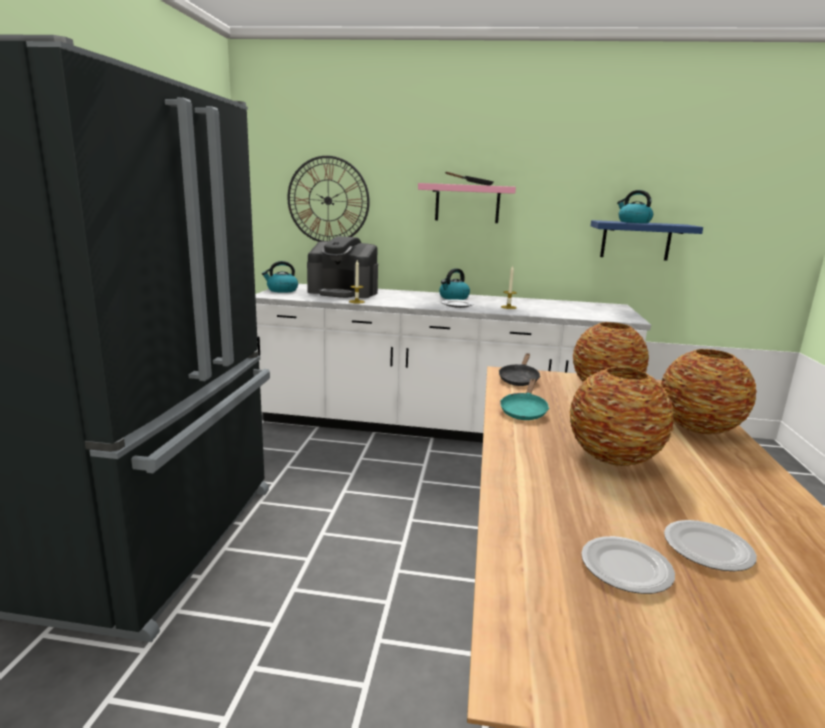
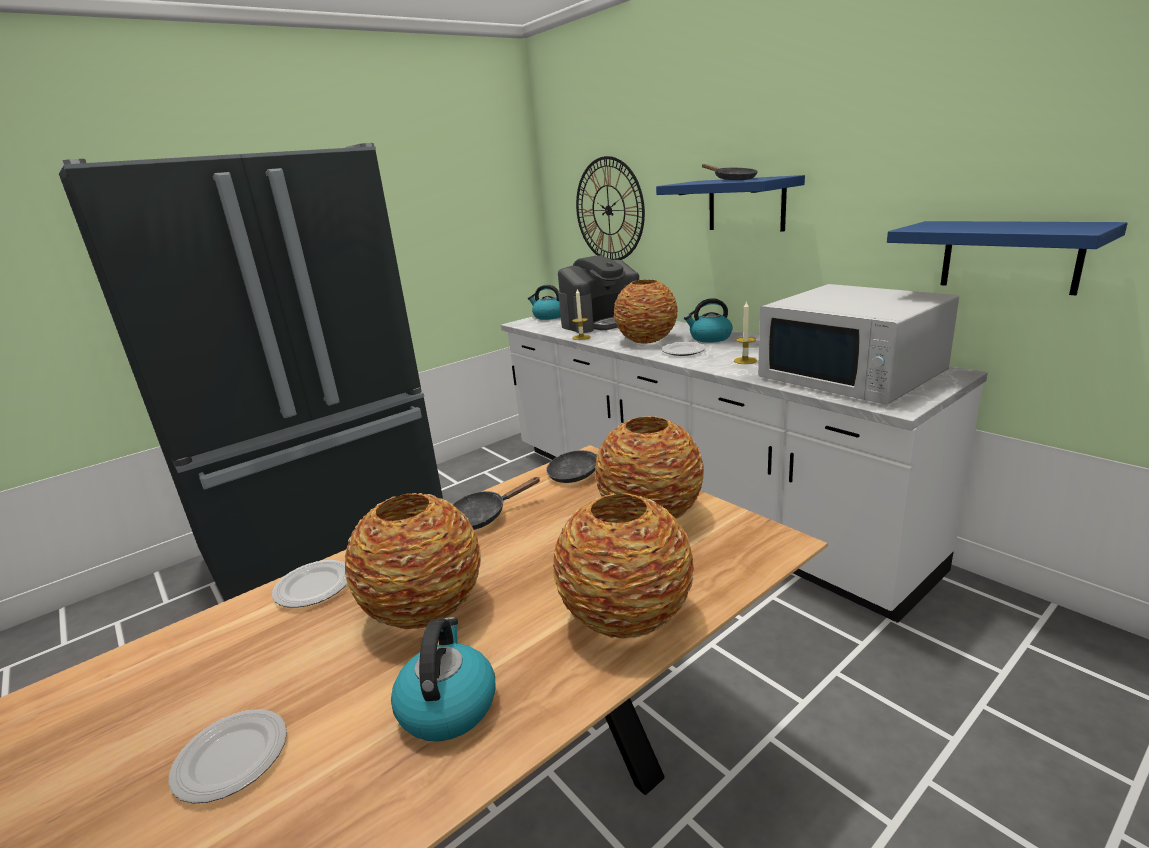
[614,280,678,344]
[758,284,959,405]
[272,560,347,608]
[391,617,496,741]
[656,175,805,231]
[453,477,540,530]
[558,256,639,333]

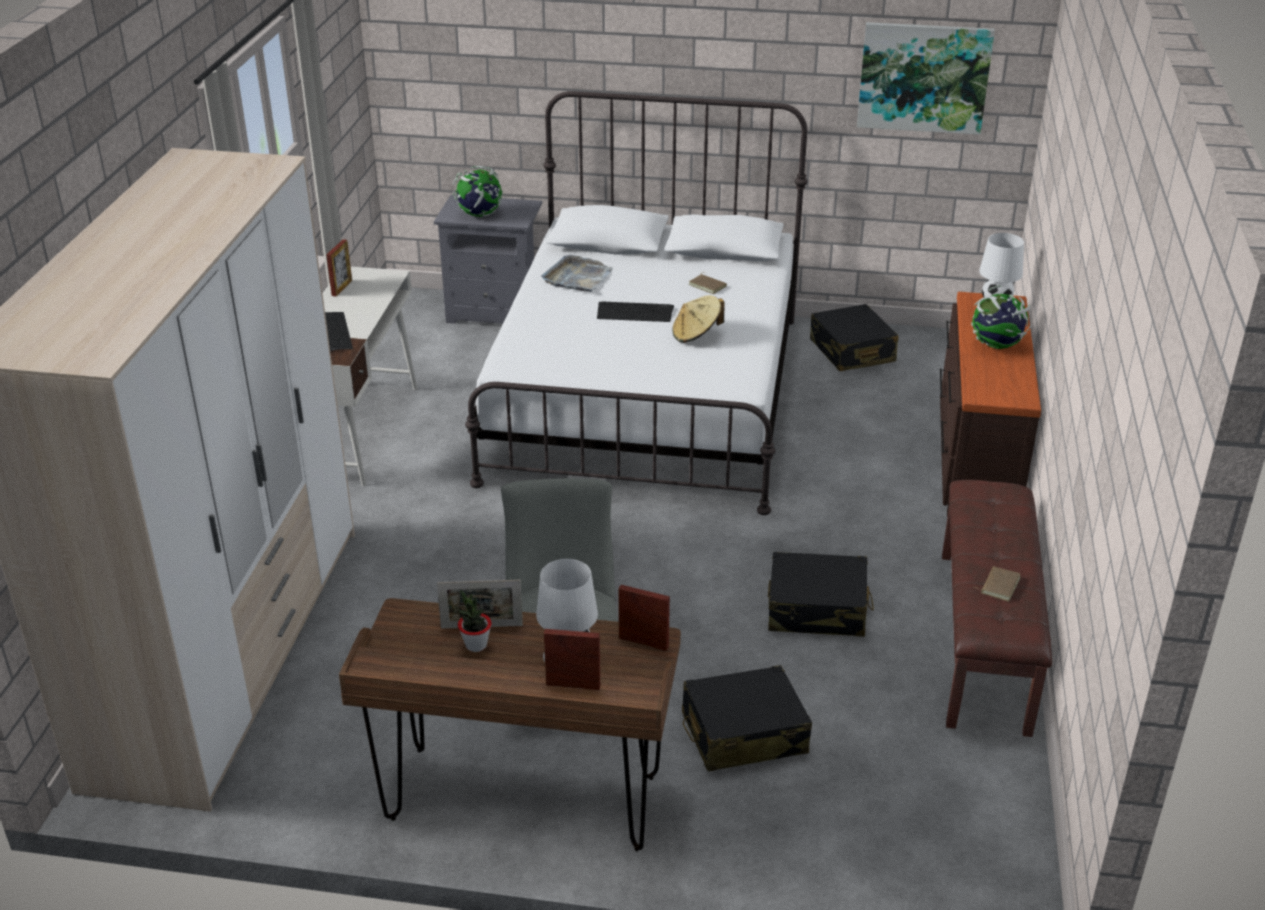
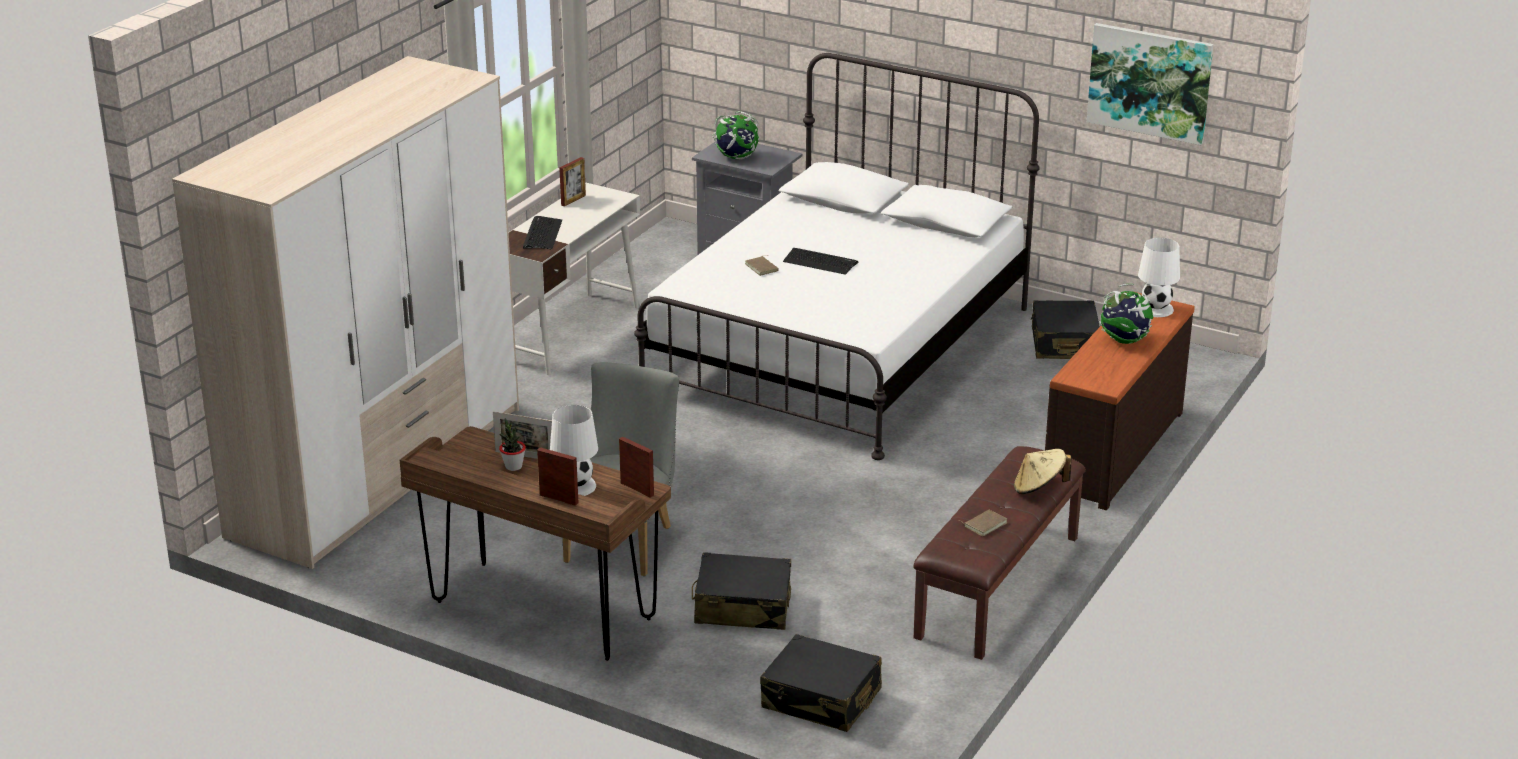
[541,255,613,292] (first image)
[1014,449,1072,494]
[745,255,779,276]
[760,634,882,732]

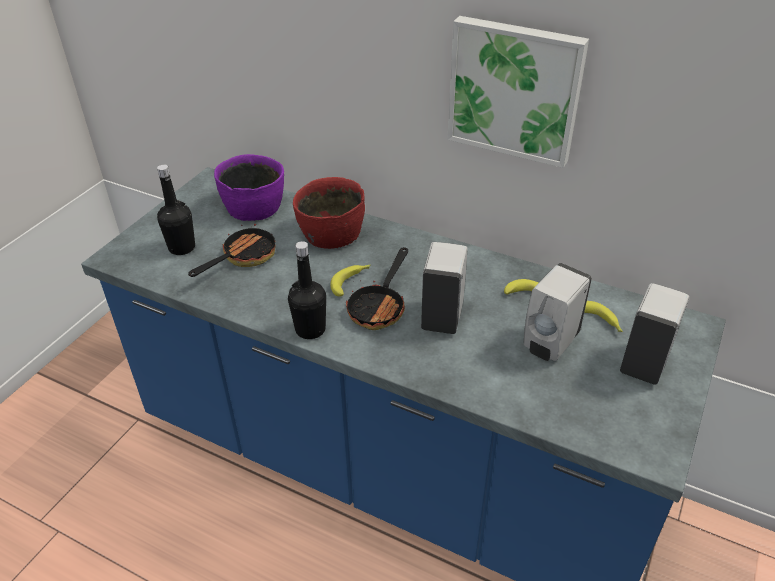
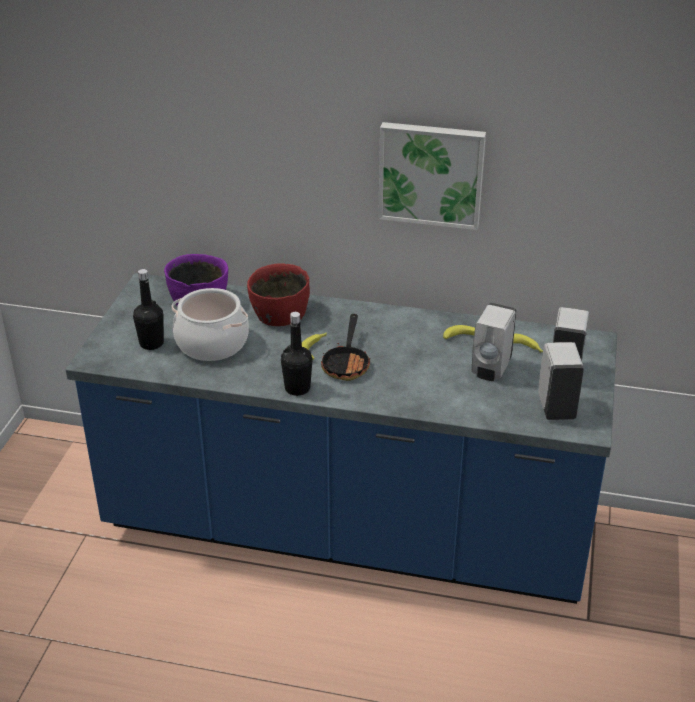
[538,342,584,420]
[172,288,249,361]

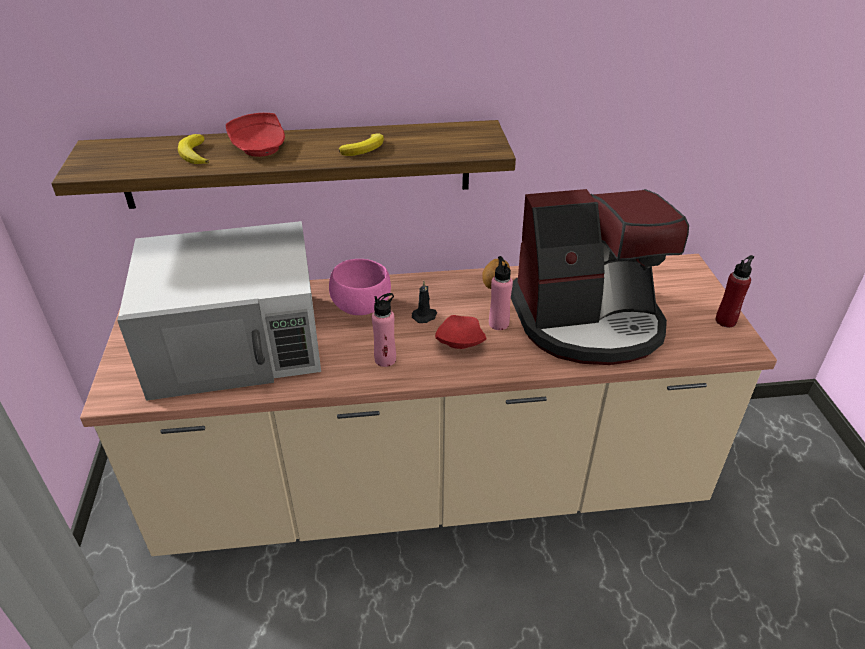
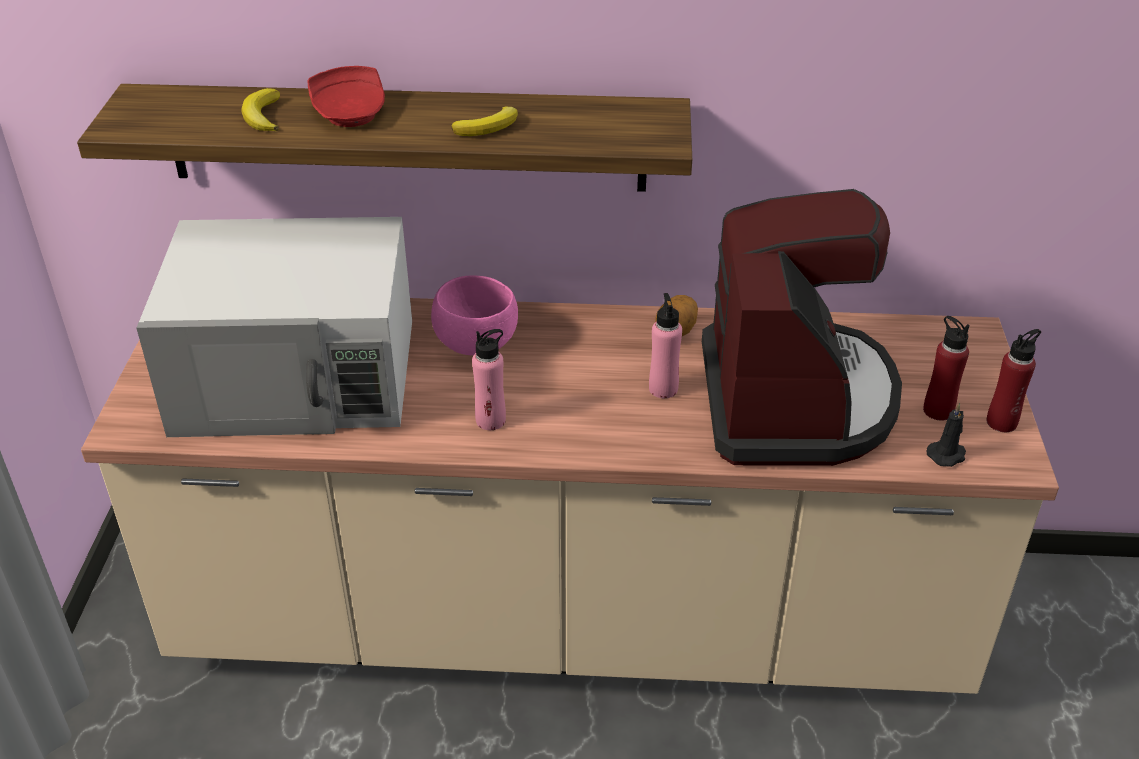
[435,315,486,349] (first image)
[923,316,970,421]
[926,403,966,467]
[702,189,902,466]

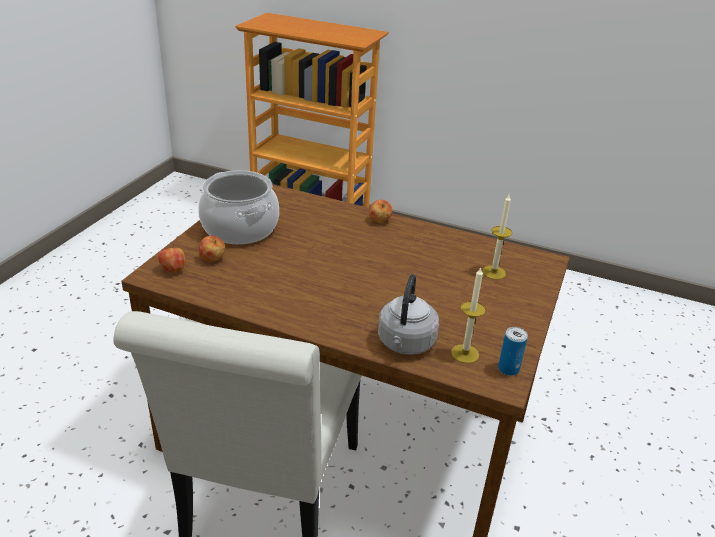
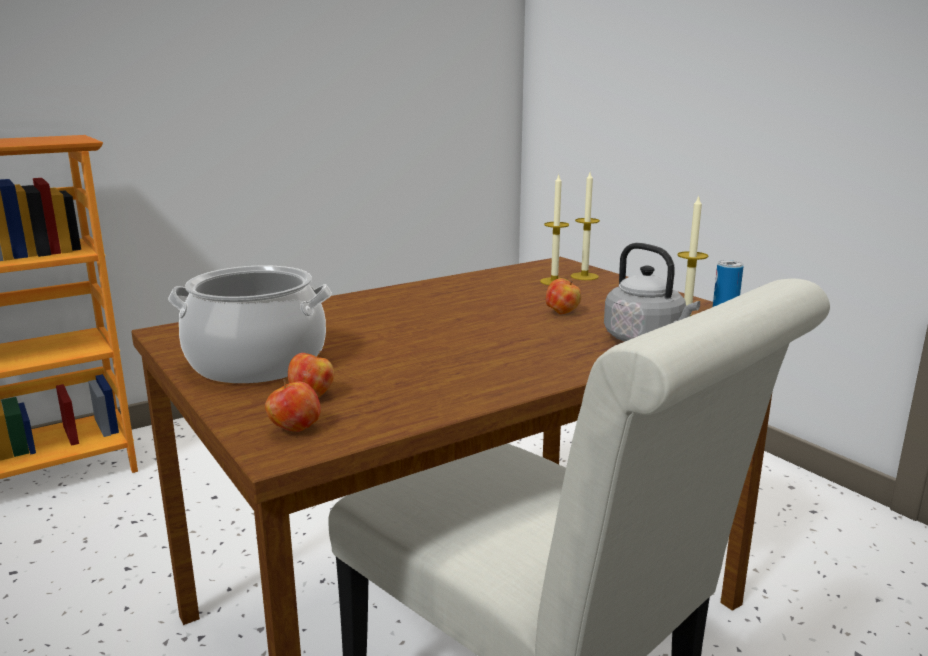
[571,172,600,280]
[546,279,581,314]

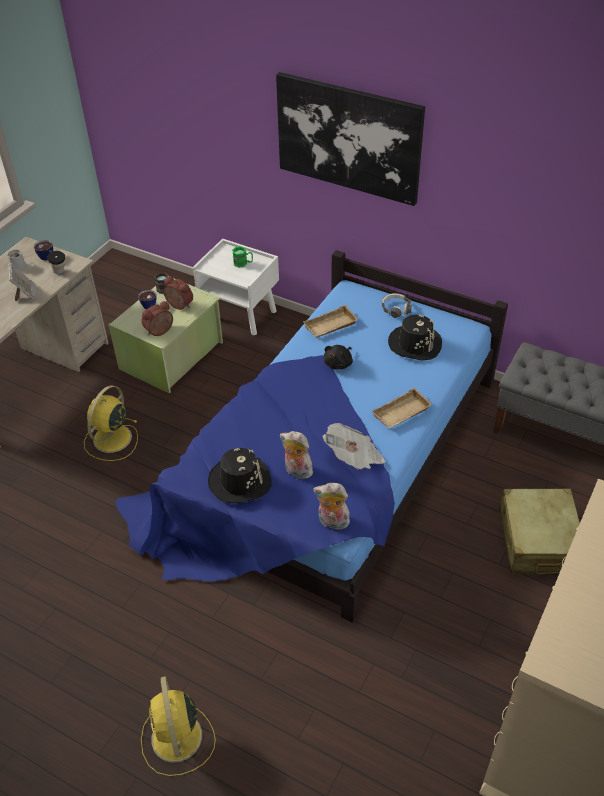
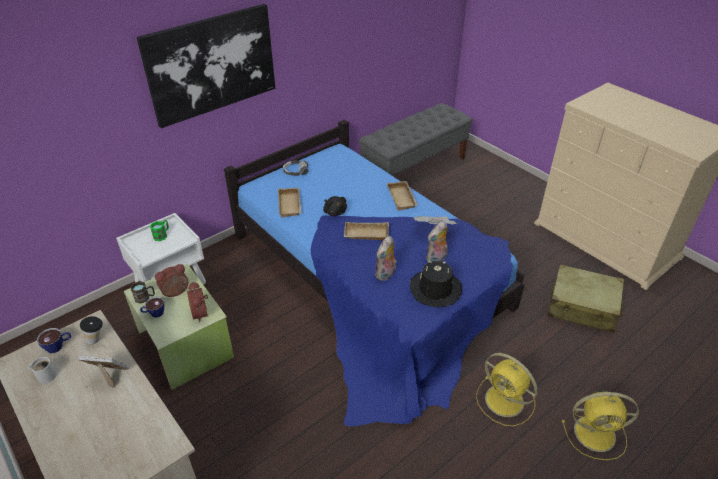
[388,314,442,360] (first image)
[344,222,389,240]
[476,353,537,426]
[375,236,397,281]
[548,265,624,333]

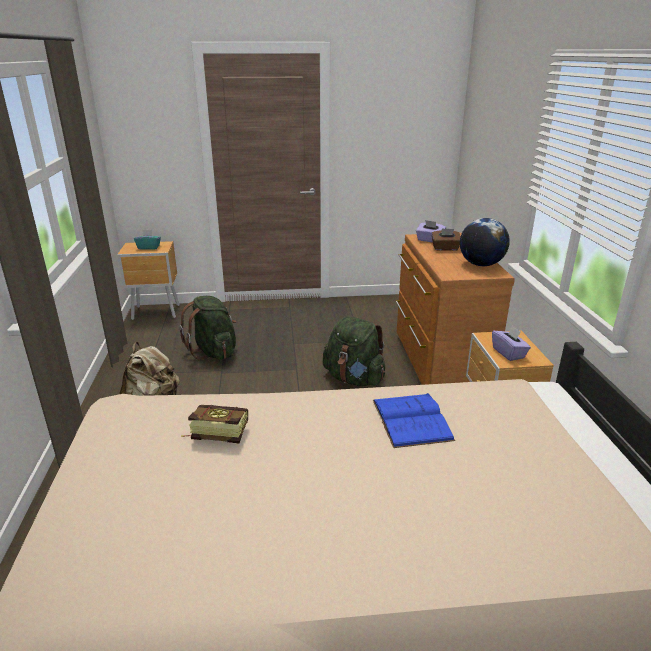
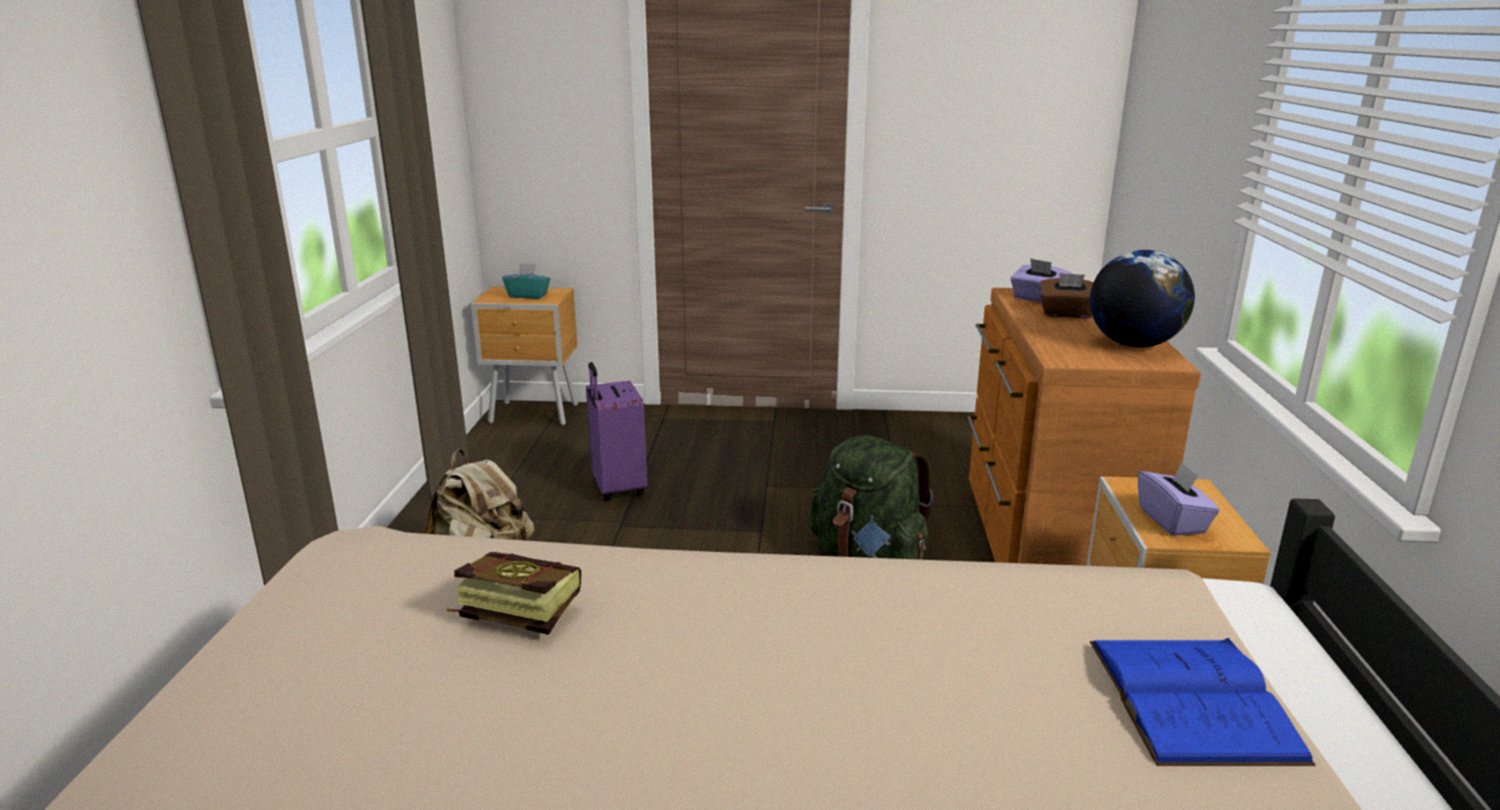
[1090,638,1316,766]
[586,362,647,501]

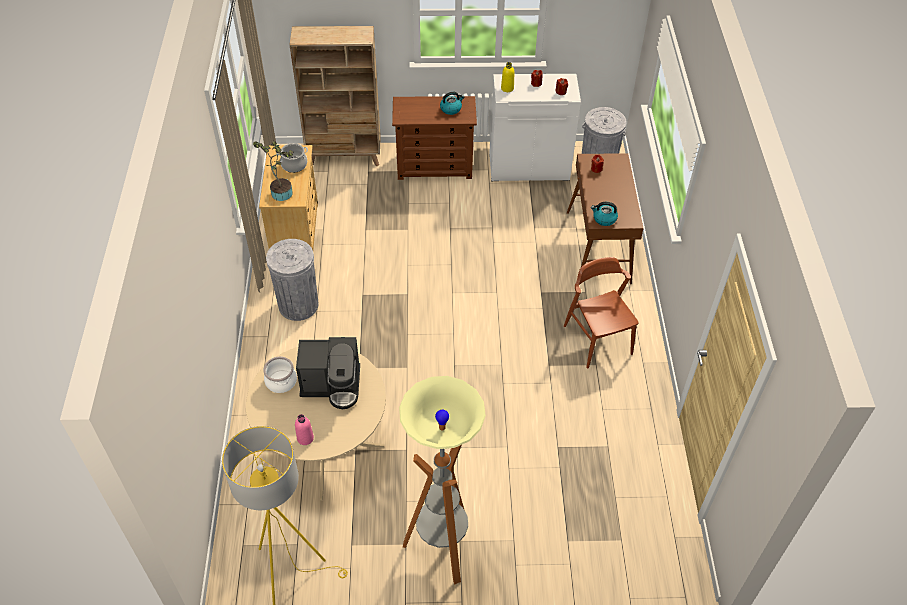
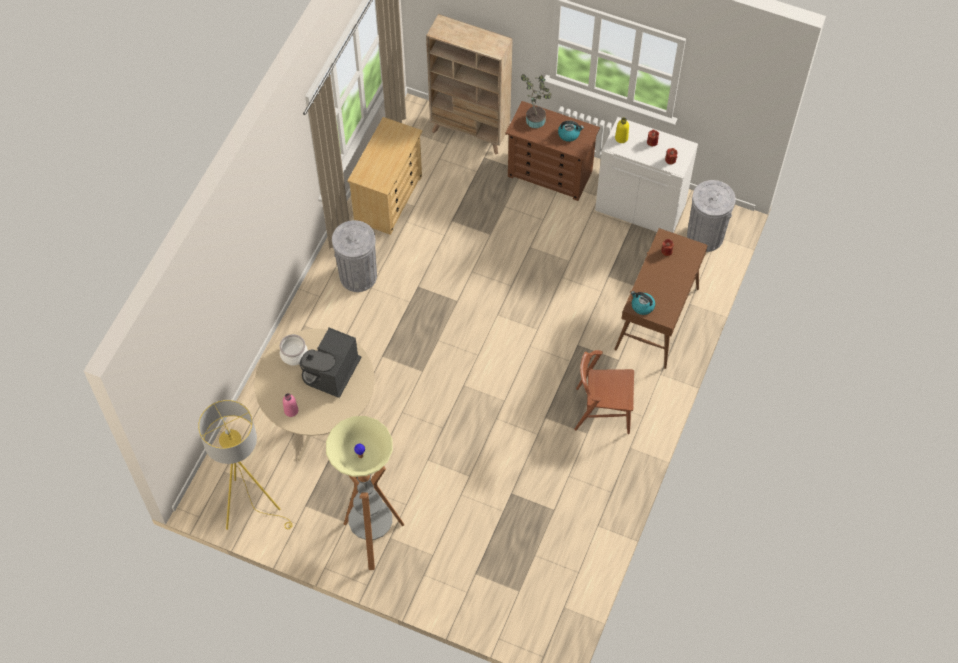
[276,143,308,173] (first image)
[521,74,552,128]
[300,328,362,398]
[574,350,634,434]

